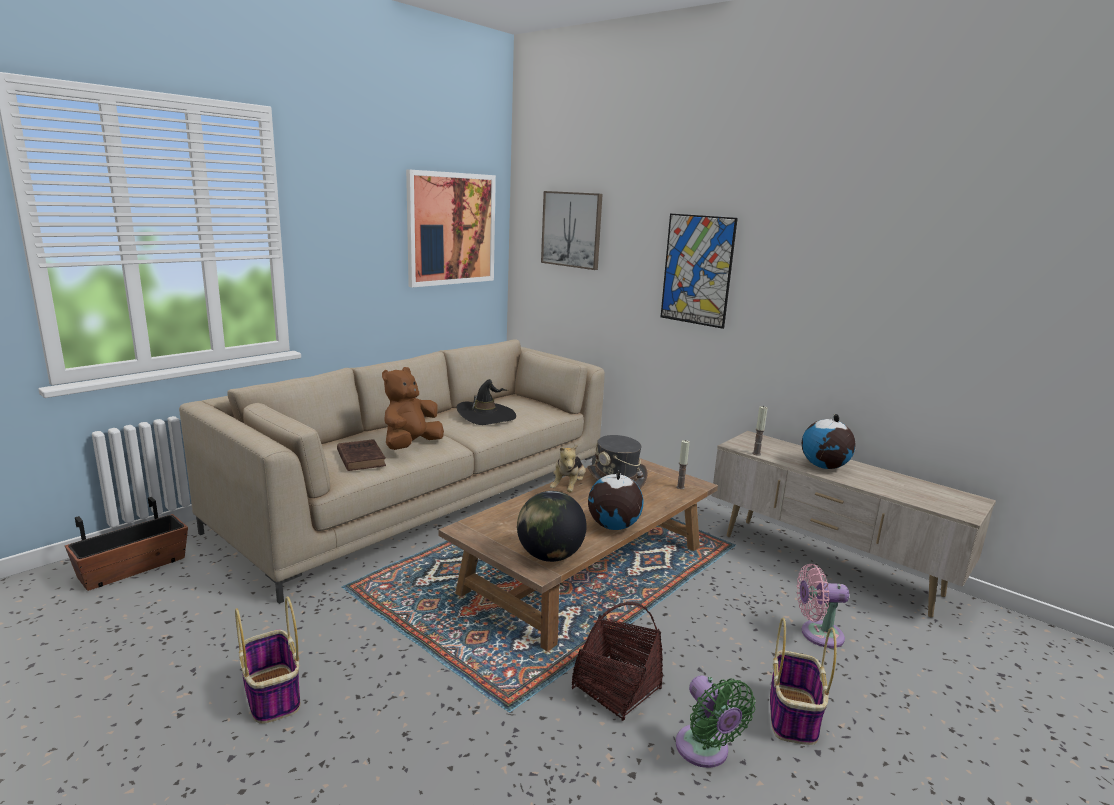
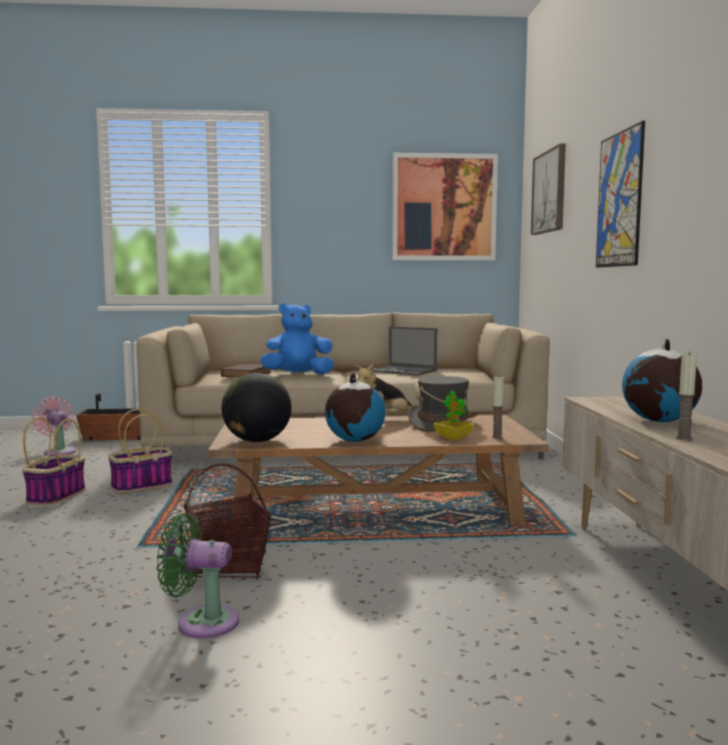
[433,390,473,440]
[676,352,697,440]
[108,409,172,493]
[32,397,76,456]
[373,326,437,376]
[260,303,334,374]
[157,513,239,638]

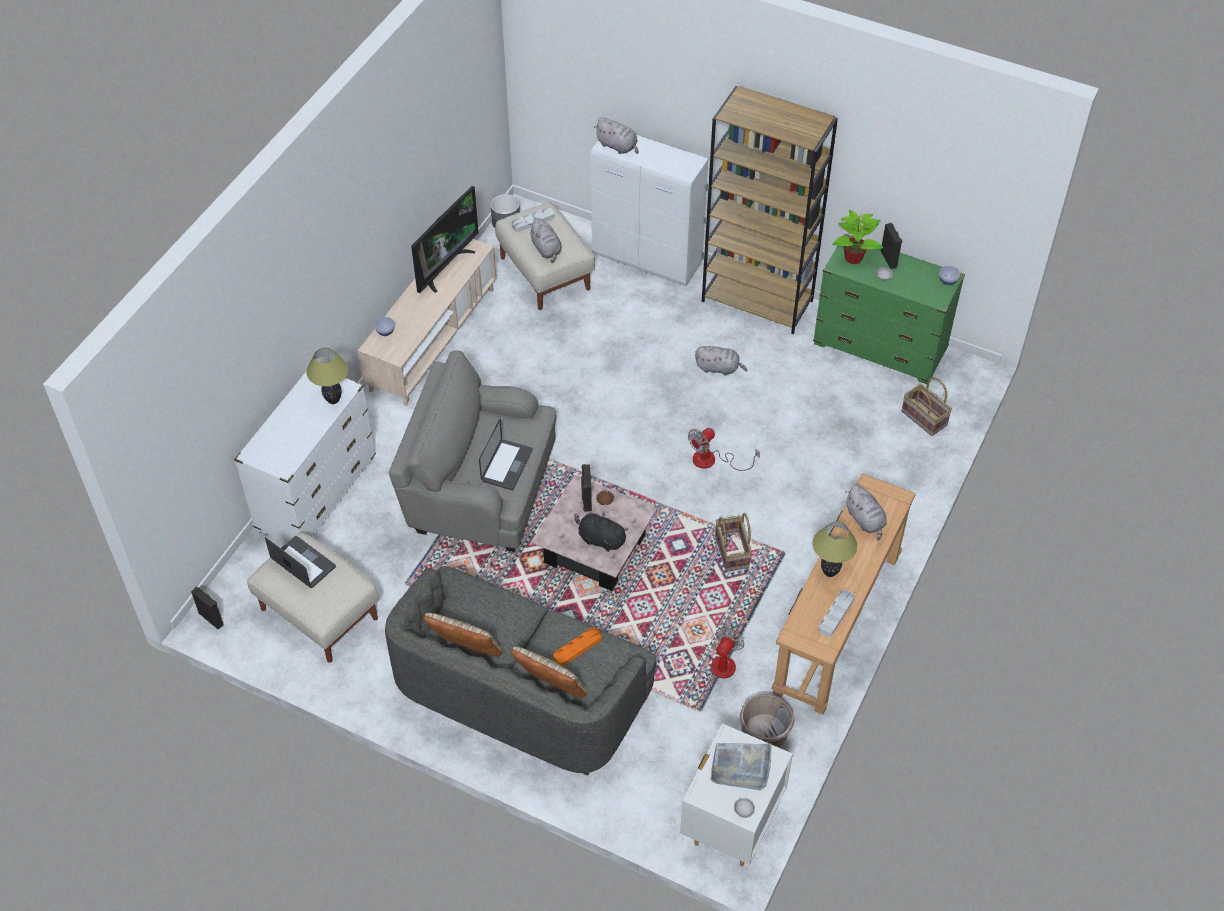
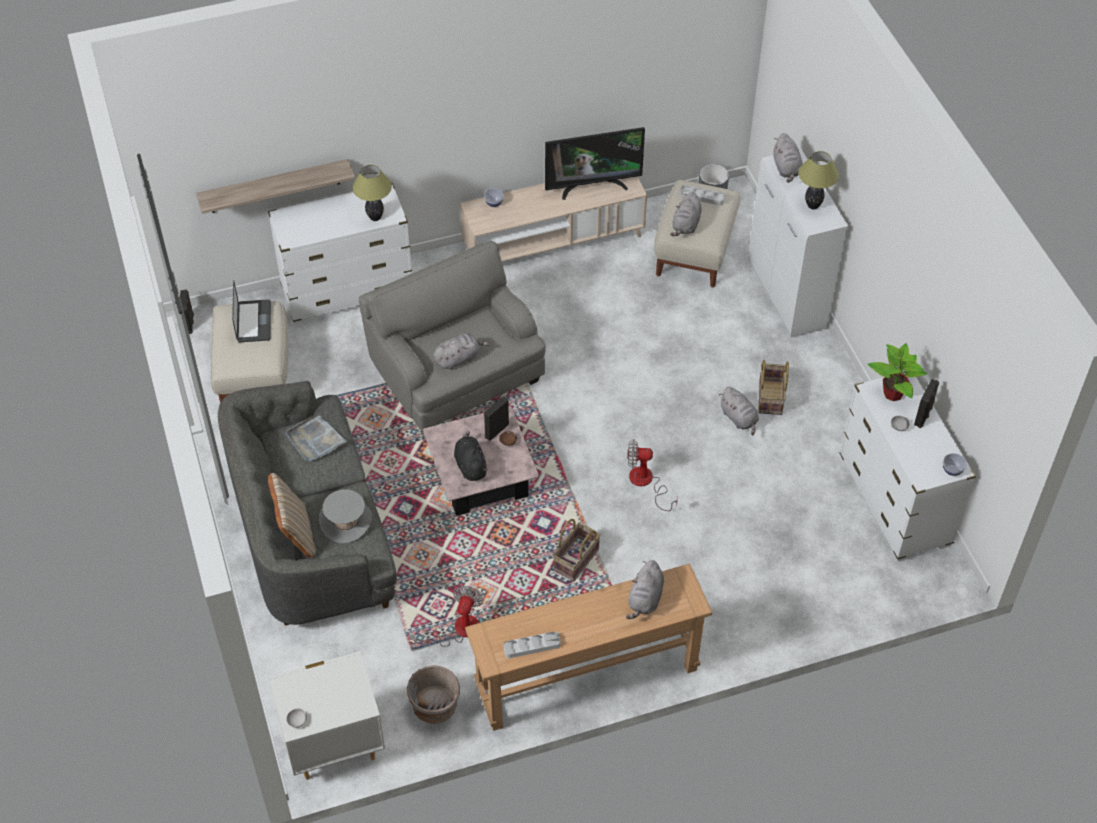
[424,613,503,657] (first image)
[702,86,838,334] (first image)
[196,159,355,214]
[286,416,348,461]
[798,151,839,209]
[758,360,789,415]
[433,333,490,370]
[319,489,372,544]
[840,371,976,561]
[409,586,484,647]

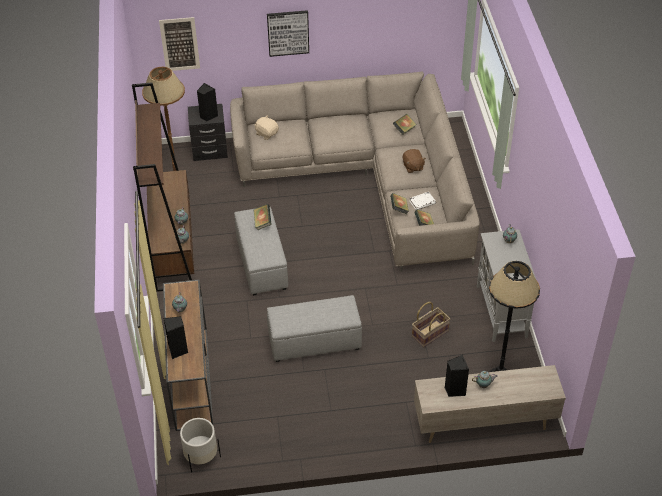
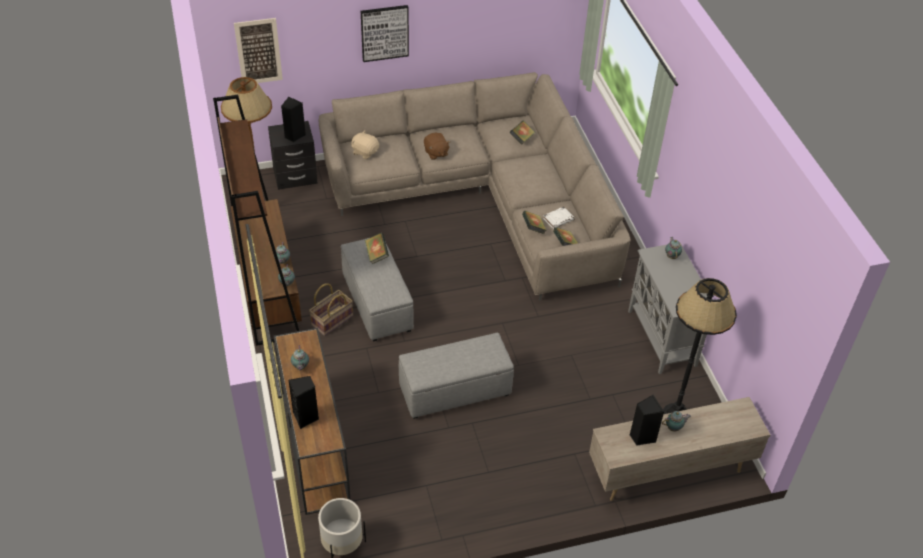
[424,133,450,160]
[309,283,353,336]

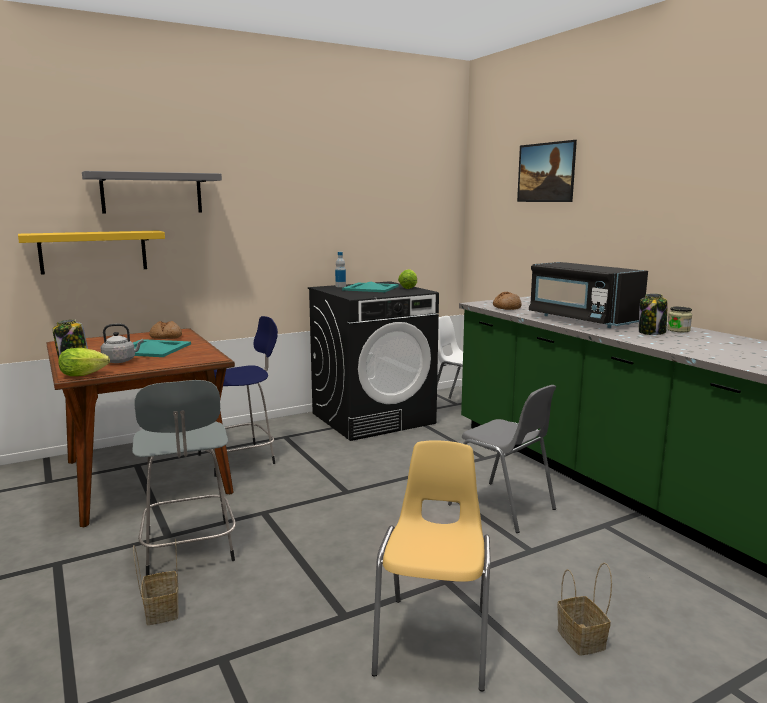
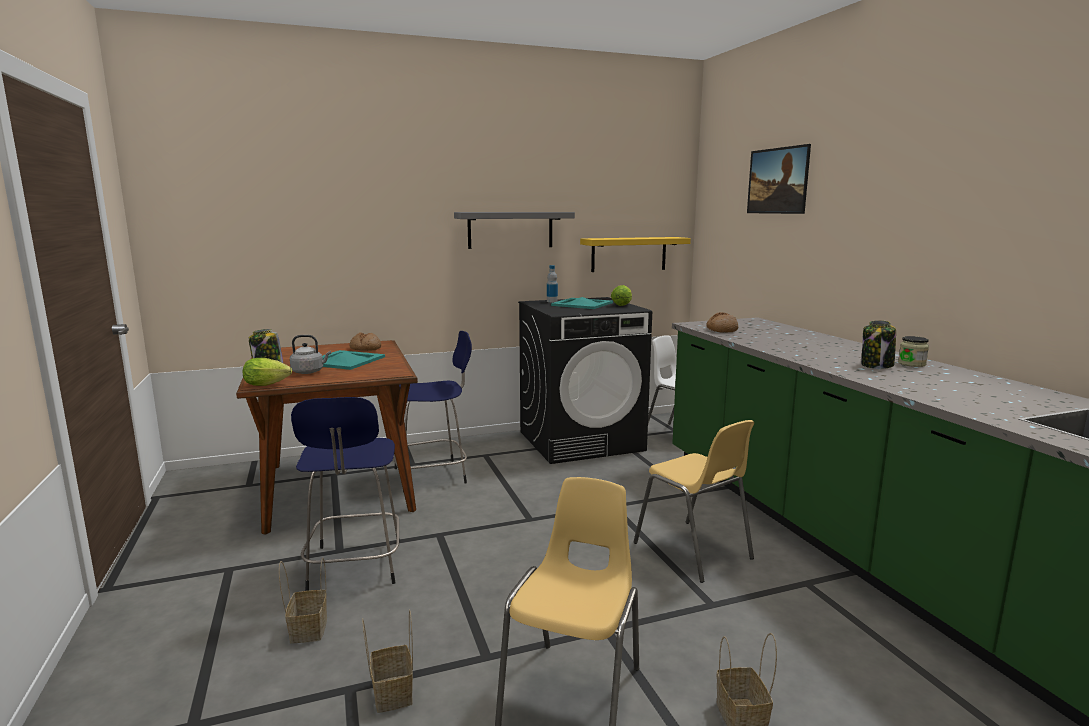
[529,262,648,328] (first image)
[362,609,413,713]
[580,237,691,272]
[454,212,575,249]
[291,397,400,591]
[633,420,754,583]

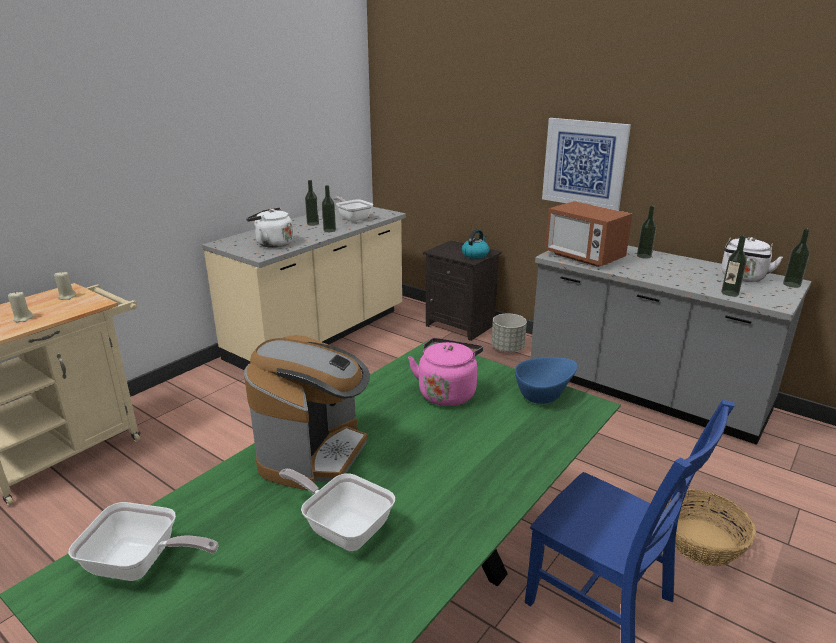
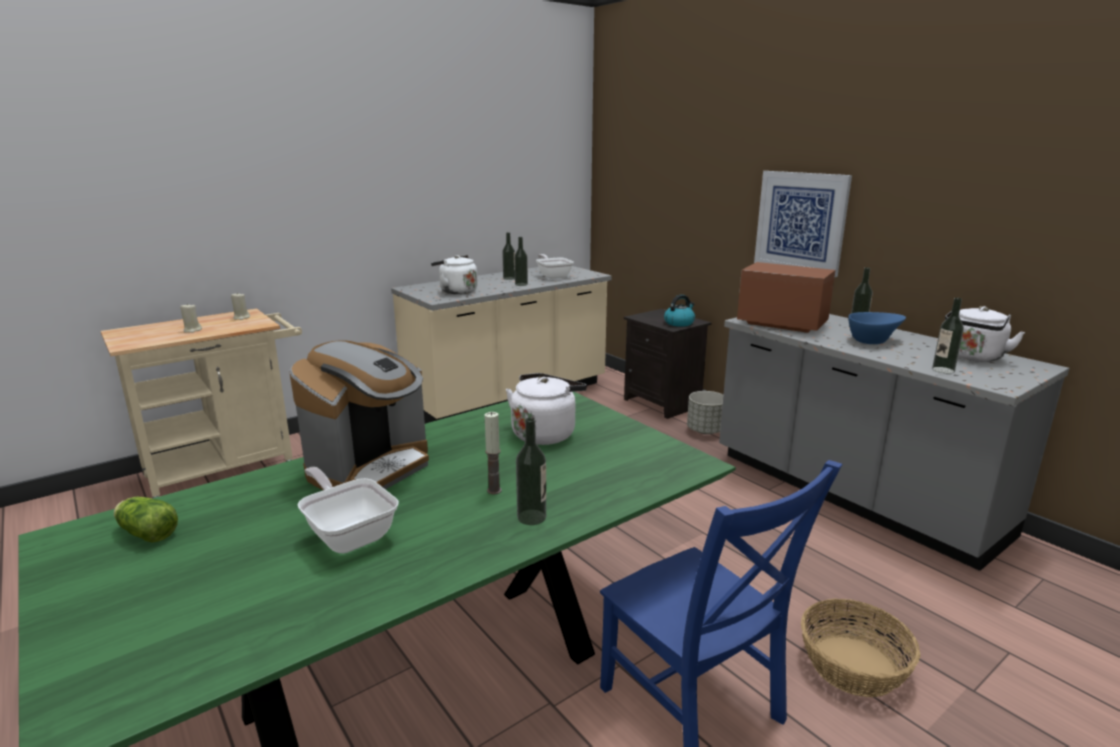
[485,412,502,495]
[848,312,906,344]
[516,418,546,525]
[114,497,178,543]
[506,373,587,445]
[737,262,835,333]

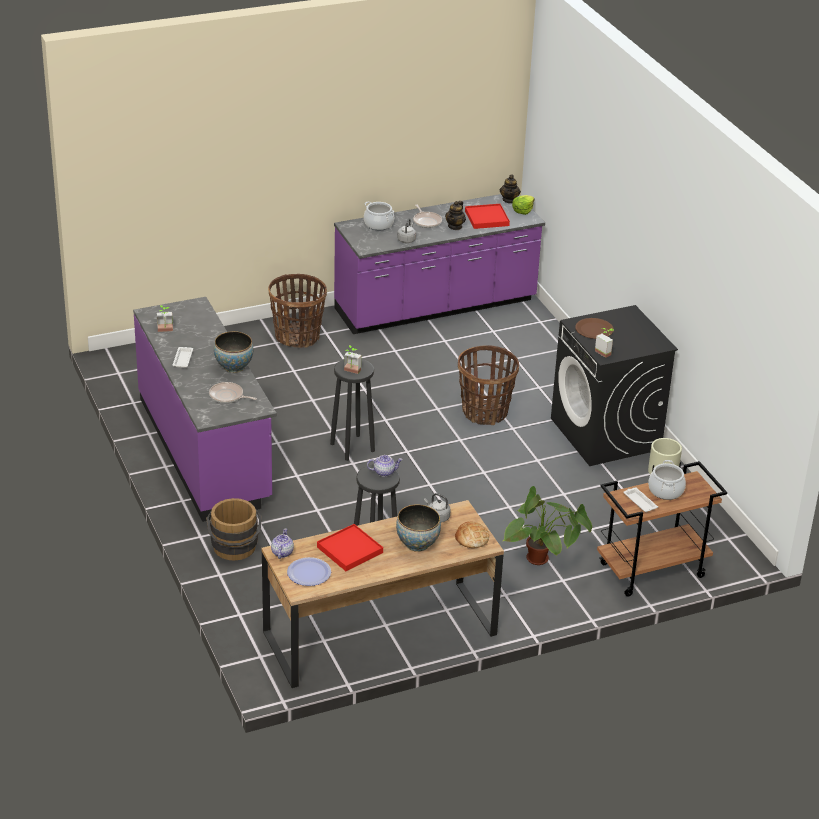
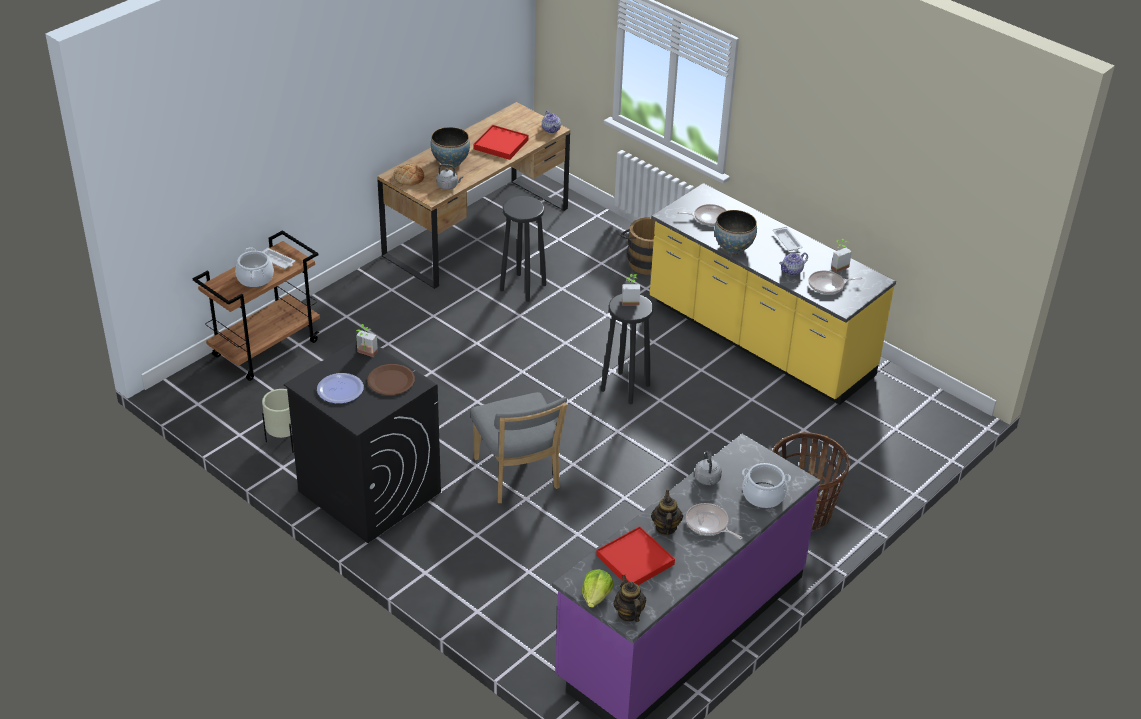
[503,486,592,565] (first image)
[808,271,862,294]
[317,373,364,404]
[779,252,808,275]
[471,392,567,503]
[650,183,896,405]

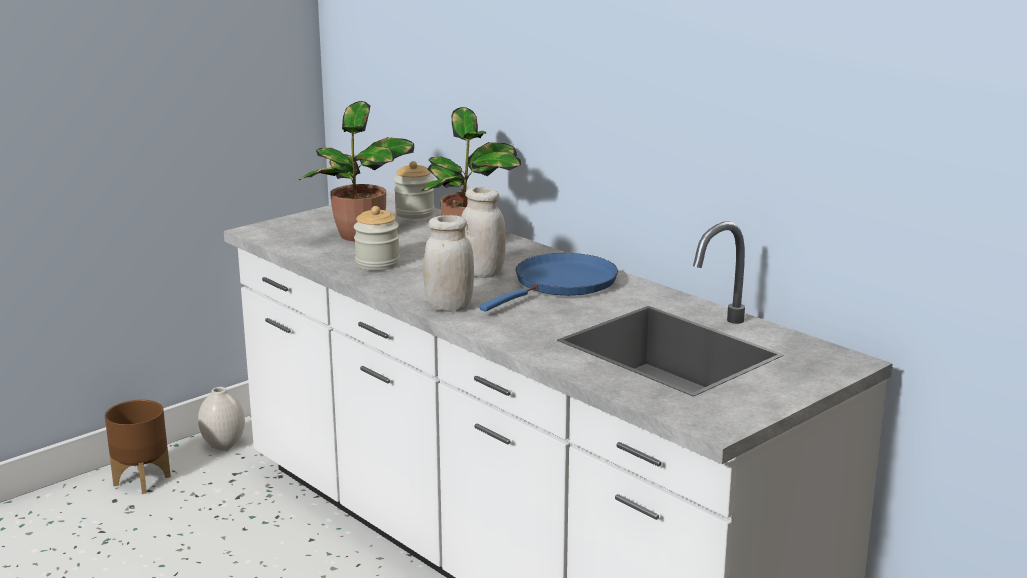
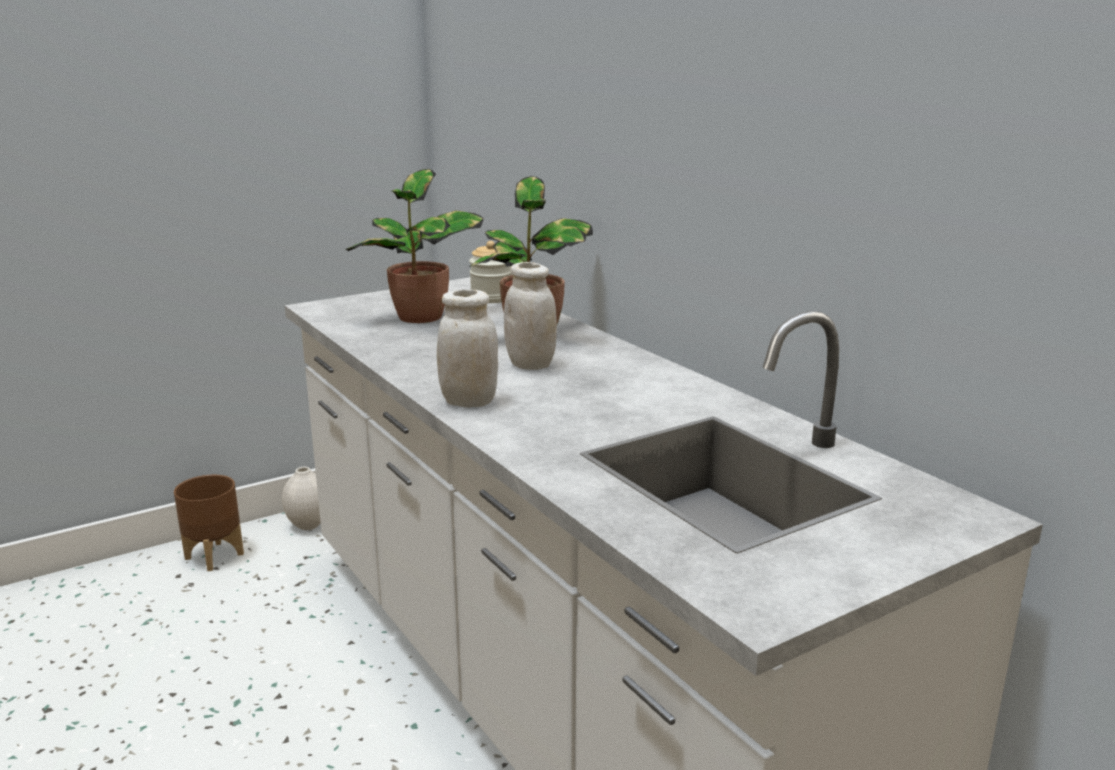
[354,206,400,271] (first image)
[479,253,618,311] (first image)

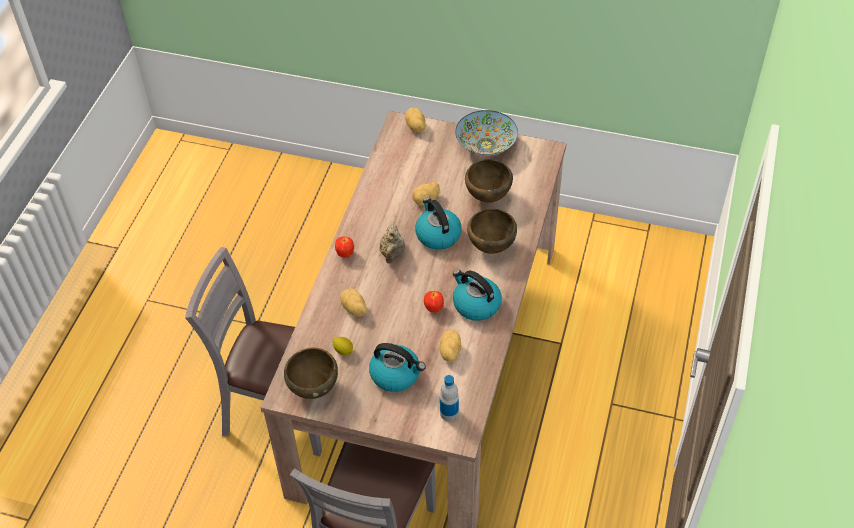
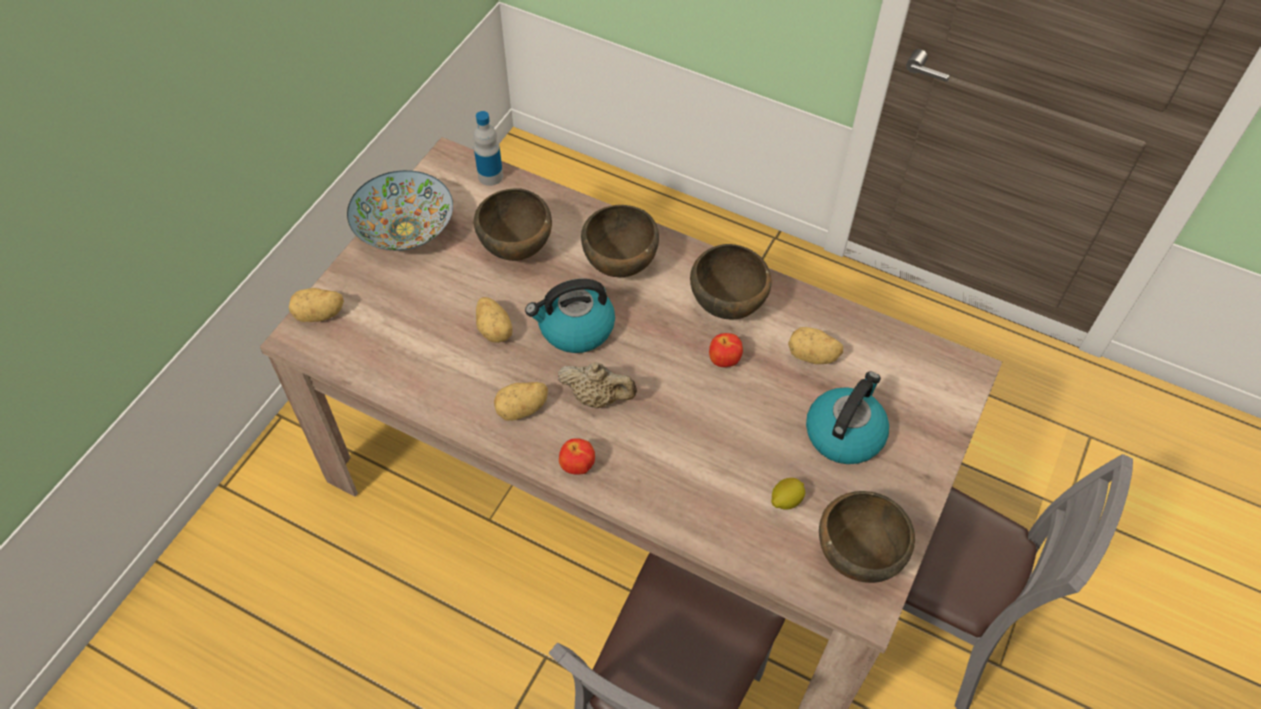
[494,382,548,421]
[473,111,503,186]
[690,244,771,319]

